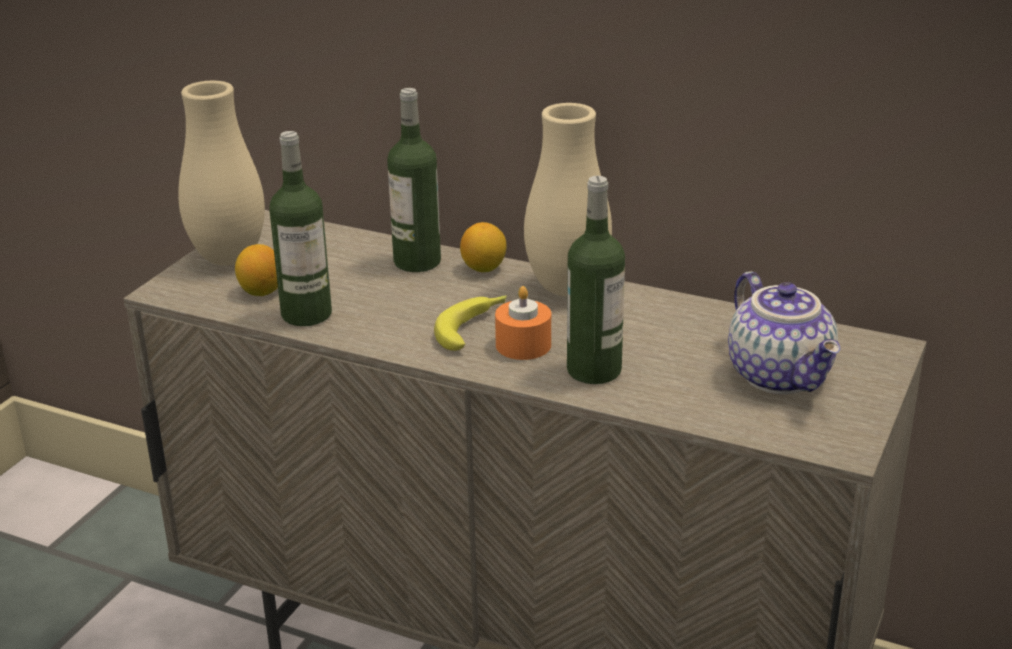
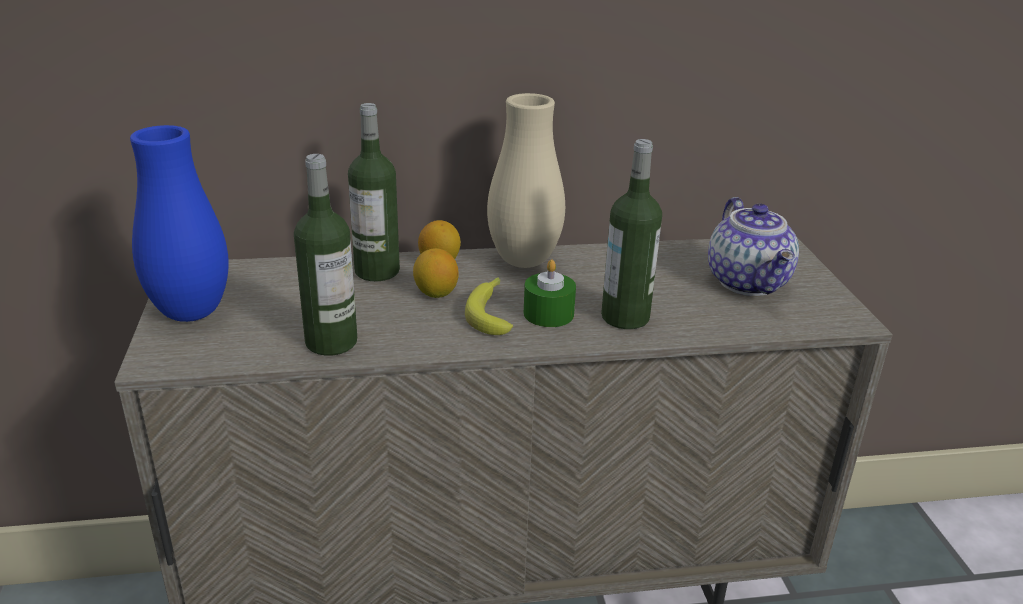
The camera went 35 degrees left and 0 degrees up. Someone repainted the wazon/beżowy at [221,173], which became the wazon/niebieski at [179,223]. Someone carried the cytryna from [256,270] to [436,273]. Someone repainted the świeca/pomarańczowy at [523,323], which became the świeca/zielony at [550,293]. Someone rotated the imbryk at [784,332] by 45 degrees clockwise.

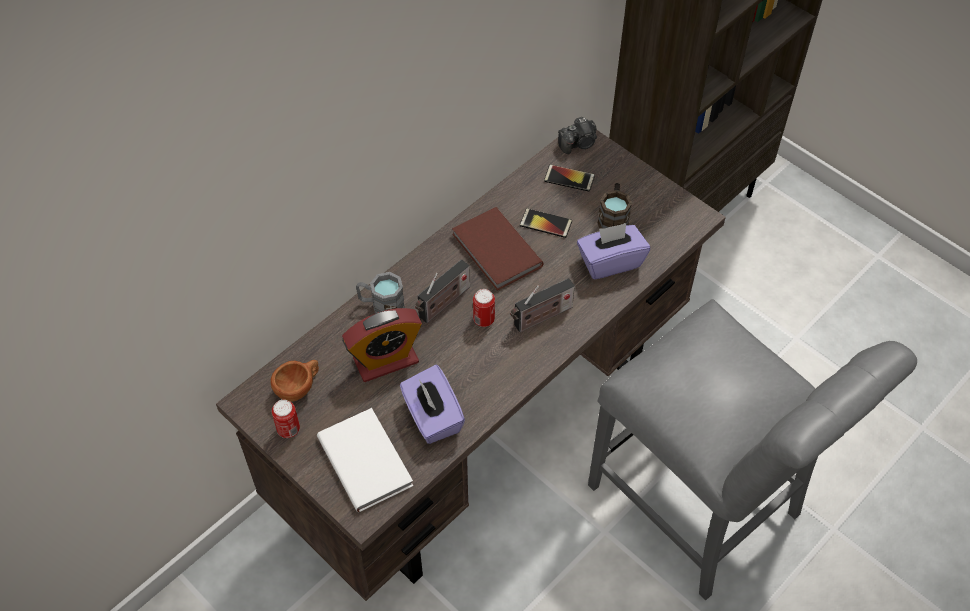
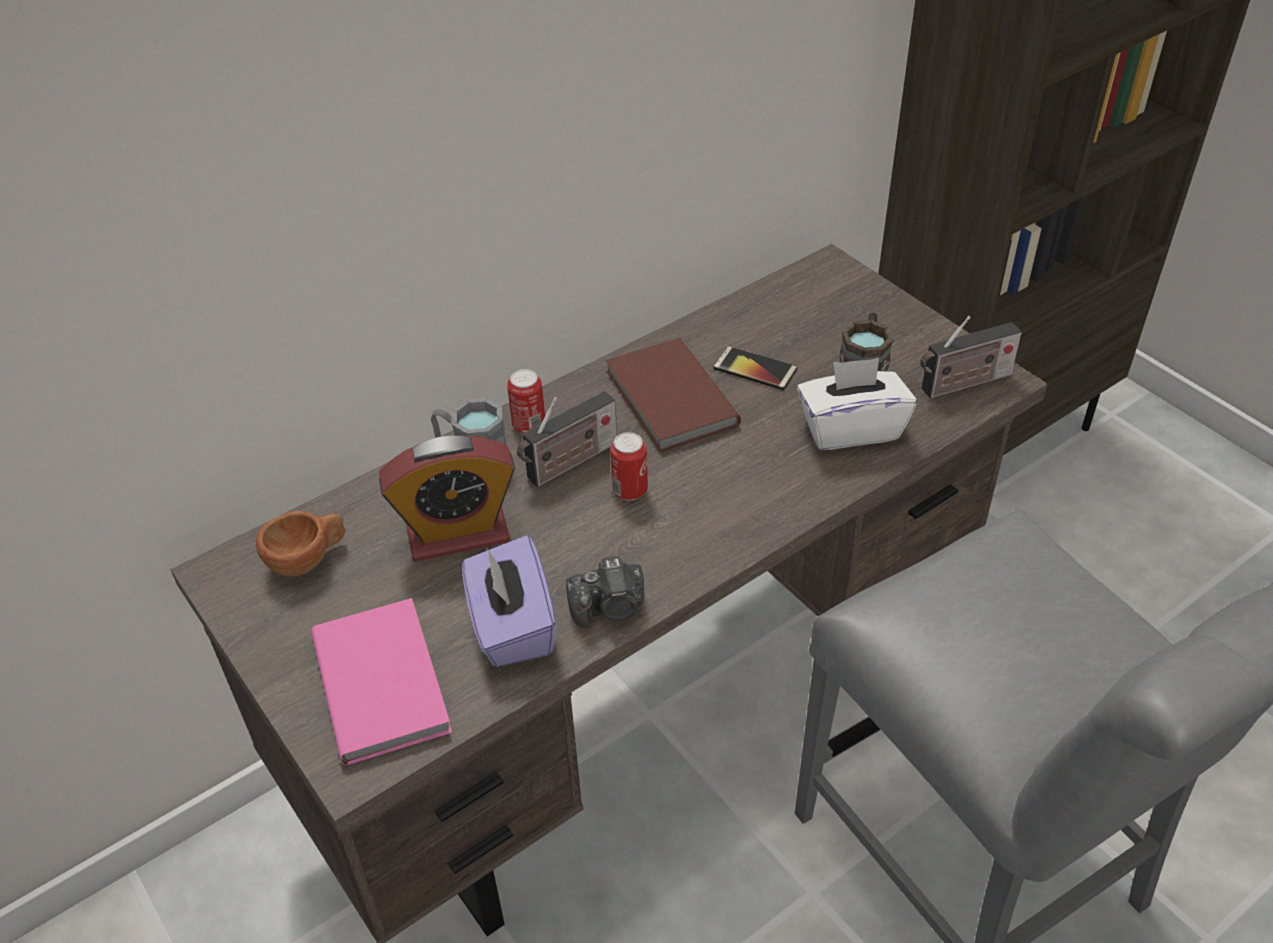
The camera went 10 degrees right and 10 degrees down. Someone repainted the książka/biały at [365,460], which became the książka/różowy at [381,681]. Someone carried the puszka from [286,419] to [526,401]. Someone carried the aparat fotograficzny from [577,135] to [605,591]. Someone repainted the pudełko chusteczek/fioletowy at [613,251], which became the pudełko chusteczek/biały at [857,404]. Someone carried the radio from [542,305] to [971,357]. Someone took away the telefon at [569,178].

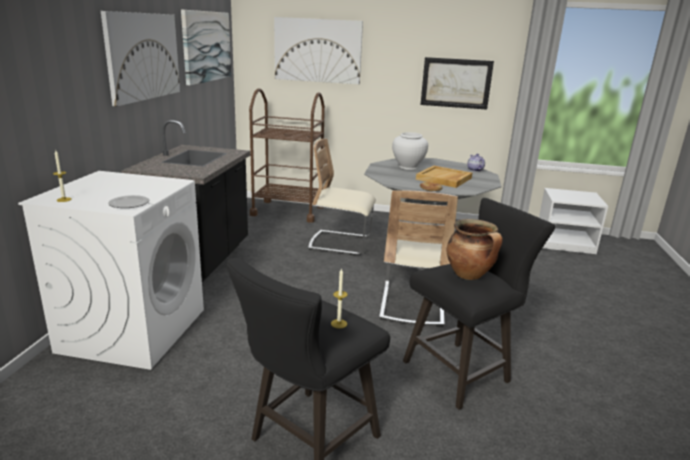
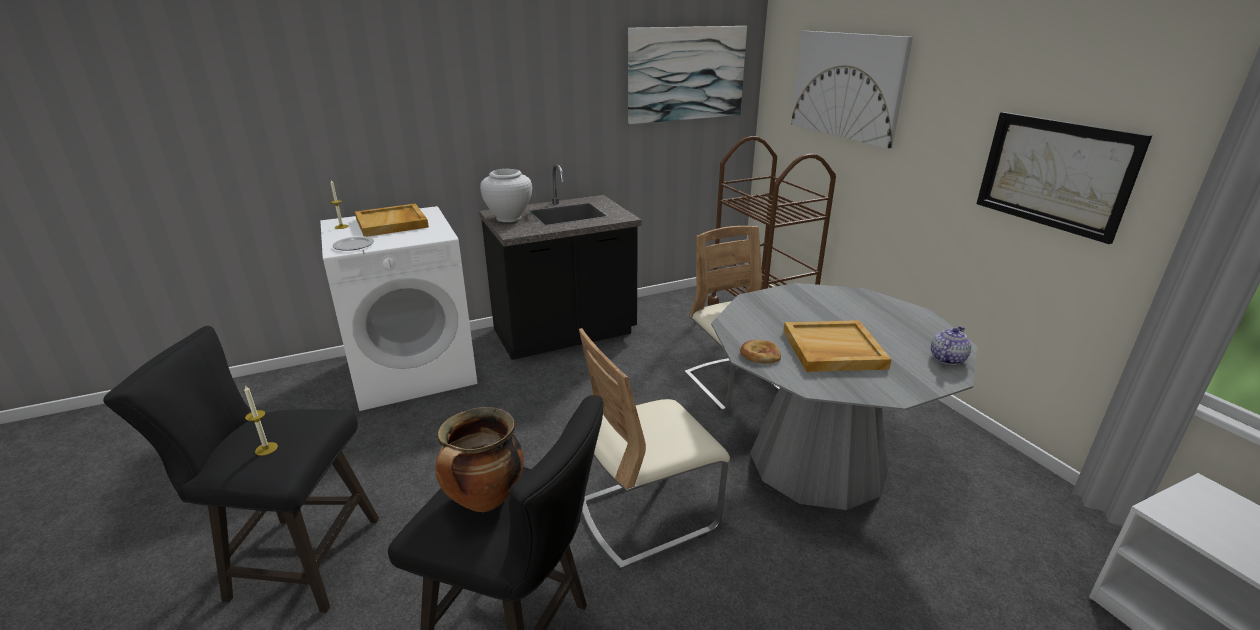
The camera went 55 degrees right and 5 degrees up. Someone put down the taca/beżowy at [392,220]. Someone carried the wazon/biały from [410,151] to [506,195]. Someone took away the obraz at [140,58].

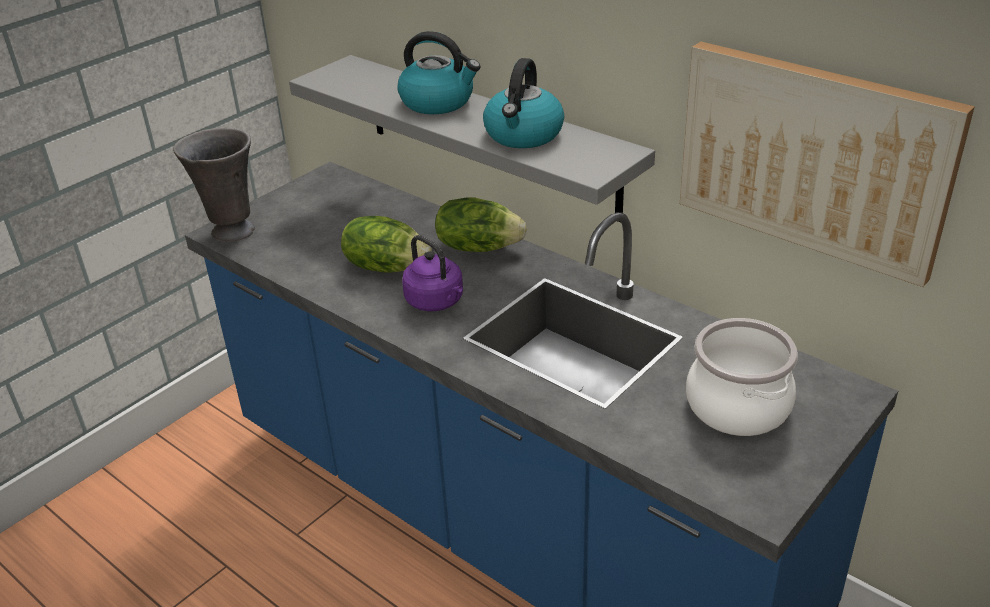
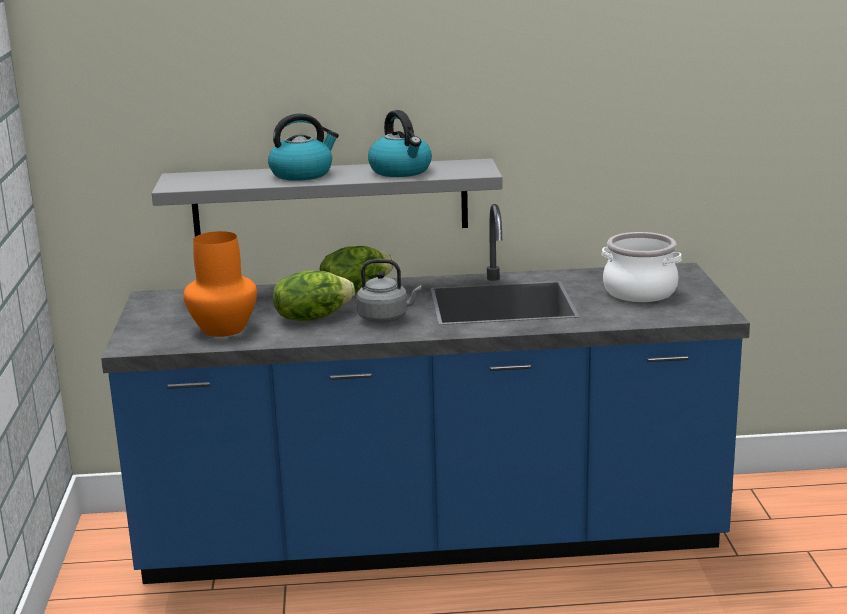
The camera went 45 degrees left and 15 degrees down. Someone put down the wazon/pomarańczowy at [220,284]. Someone repainted the czajnik/fioletowy at [432,273], which became the czajnik/szary at [388,291]. Someone took away the wazon/szary at [214,185]. Someone took away the obraz at [827,164].

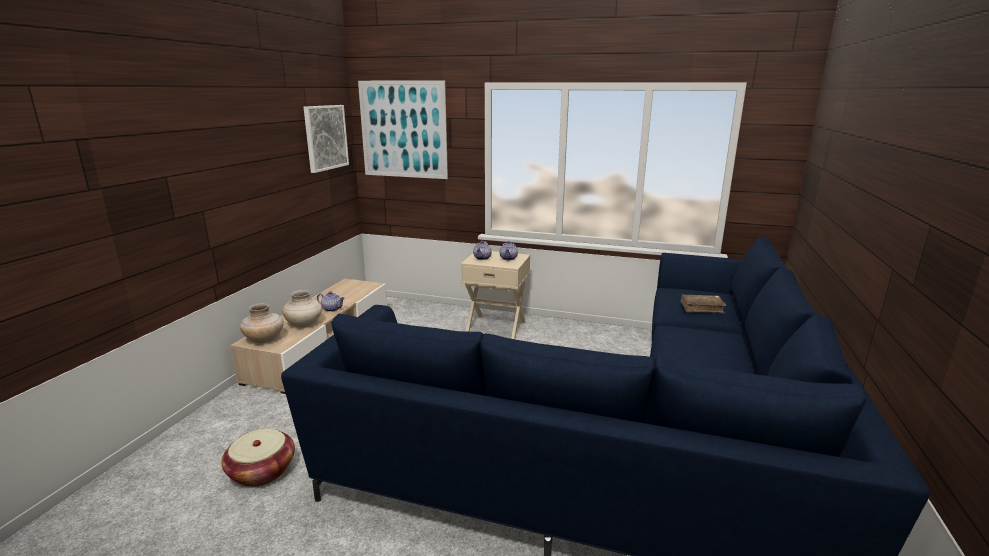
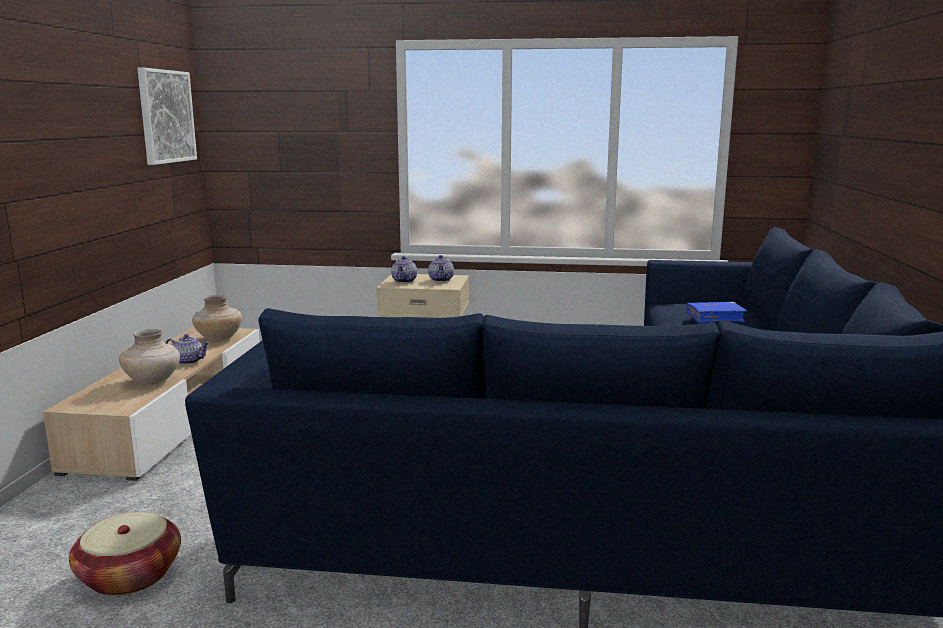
The camera went 10 degrees left and 5 degrees down. Someone carried the wazon/beżowy from [262,323] to [217,317]. Someone repainted the książka/brązowy at [704,304], which became the książka/niebieski at [716,312]. Someone took away the obraz at [403,130].

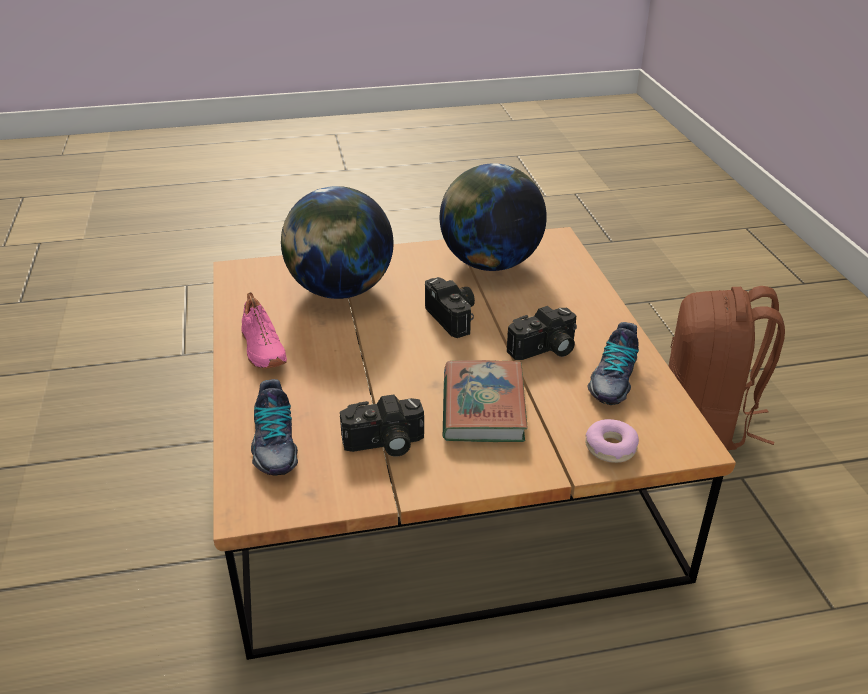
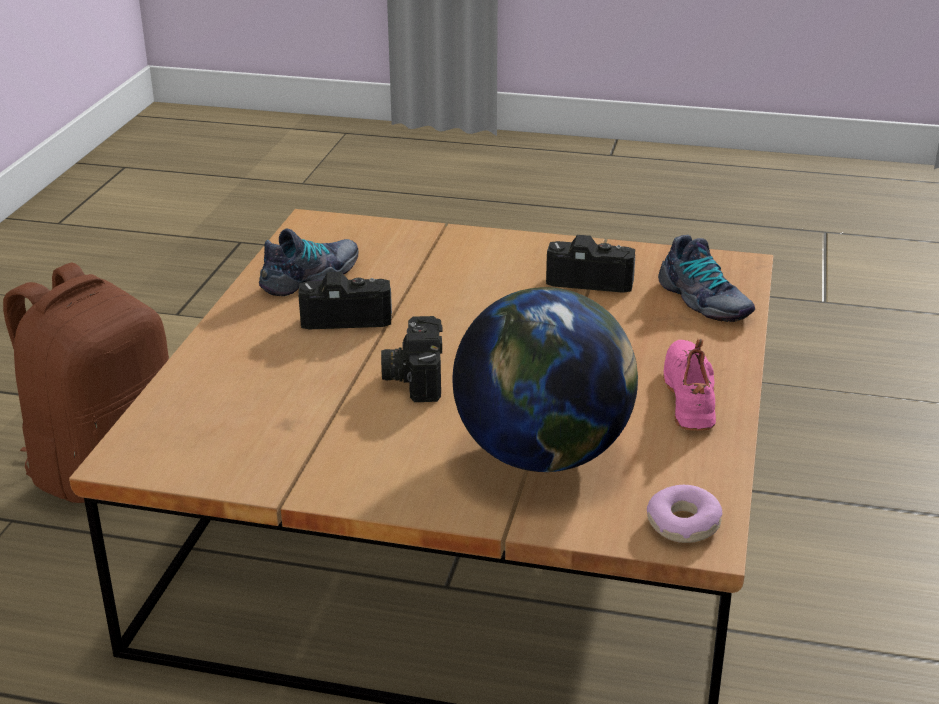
The camera went 155 degrees left and 5 degrees down. Someone carried the donut from [612,441] to [684,514]. Someone rotated the but at [274,427] by 135 degrees clockwise. Someone took away the globus at [493,217]. Someone took away the książka at [485,401].

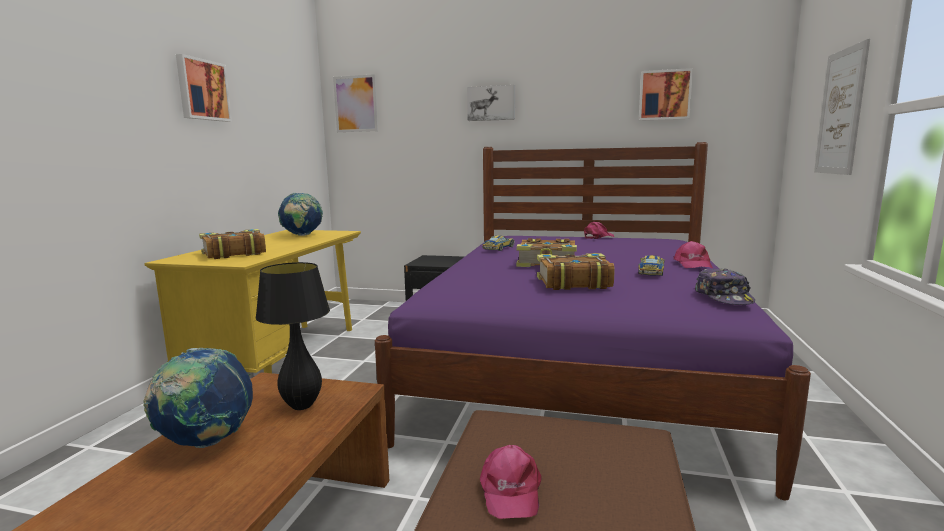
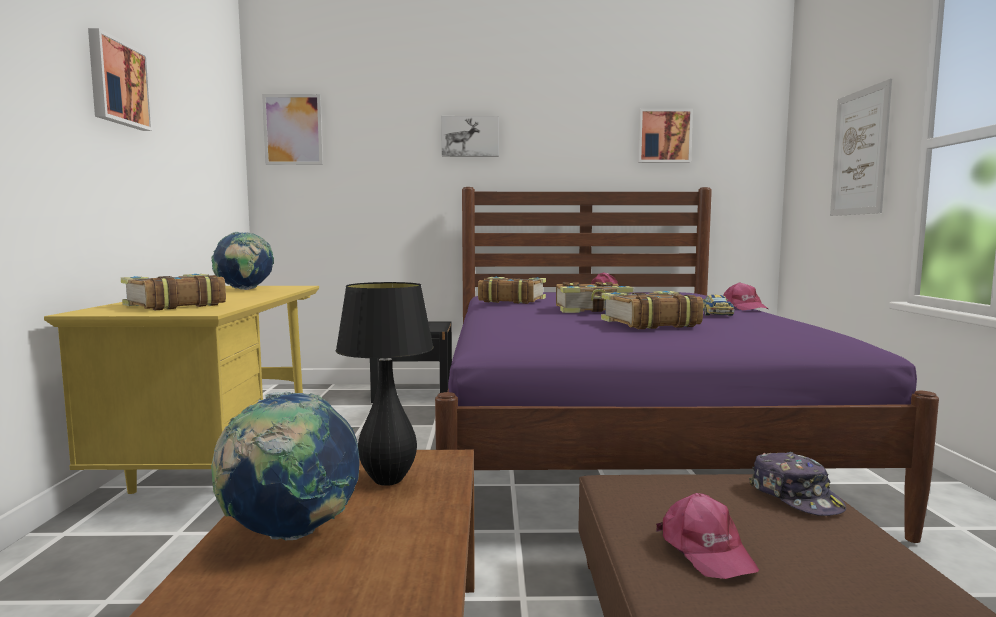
The camera went 15 degrees left and 5 degrees down. Someone swapped the samochodzik at [498,243] for the książka at [512,290]. Someone carried the czapka z daszkiem from [725,286] to [797,484].

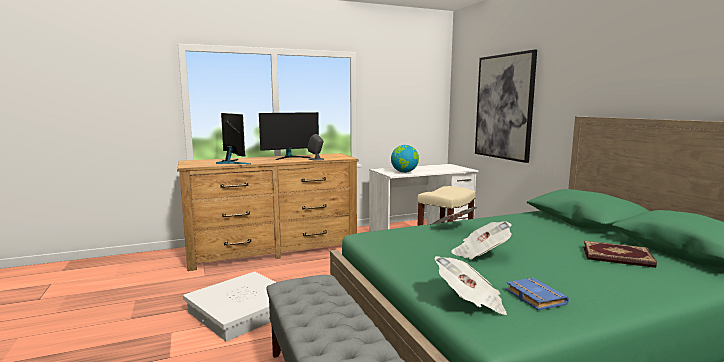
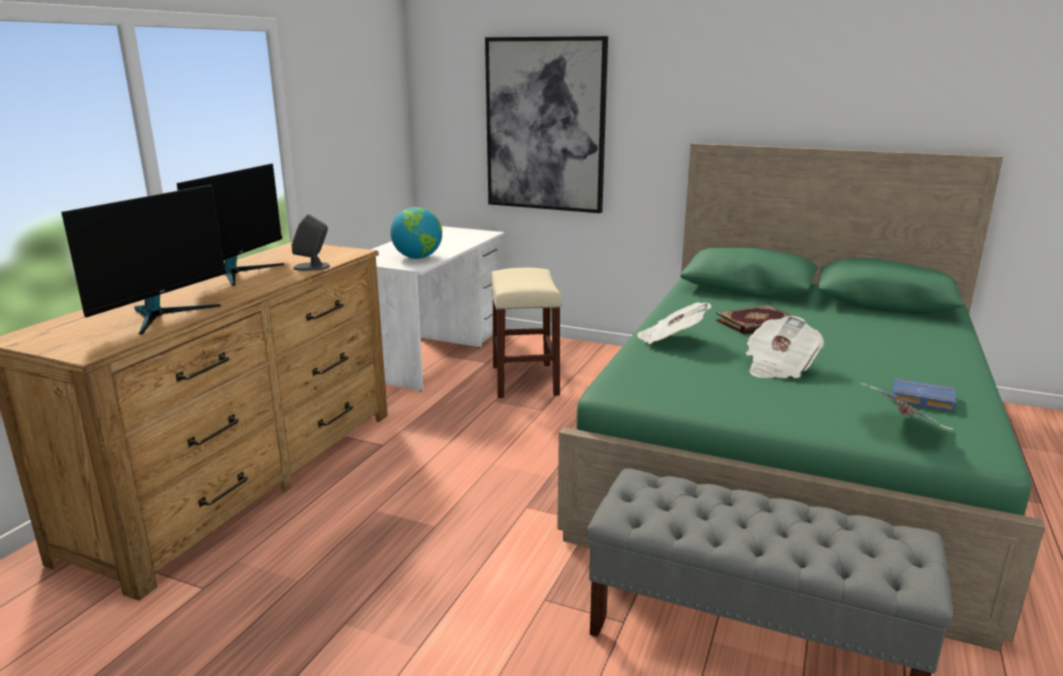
The camera went 45 degrees left and 10 degrees up. Someone rotated the monitor at [233,138] by 105 degrees clockwise. Someone carried the książka from [620,254] to [753,319]. Someone took away the pojemnik do przechowywania/biały at [229,306].

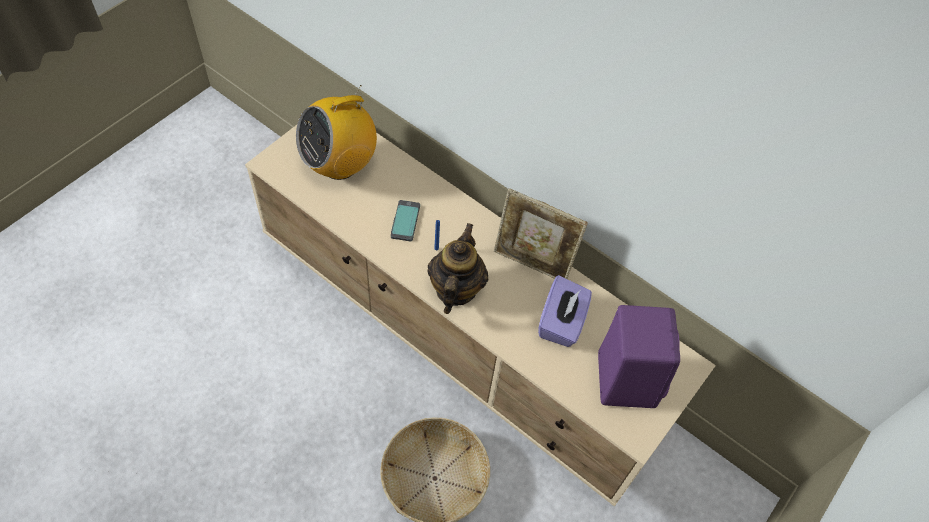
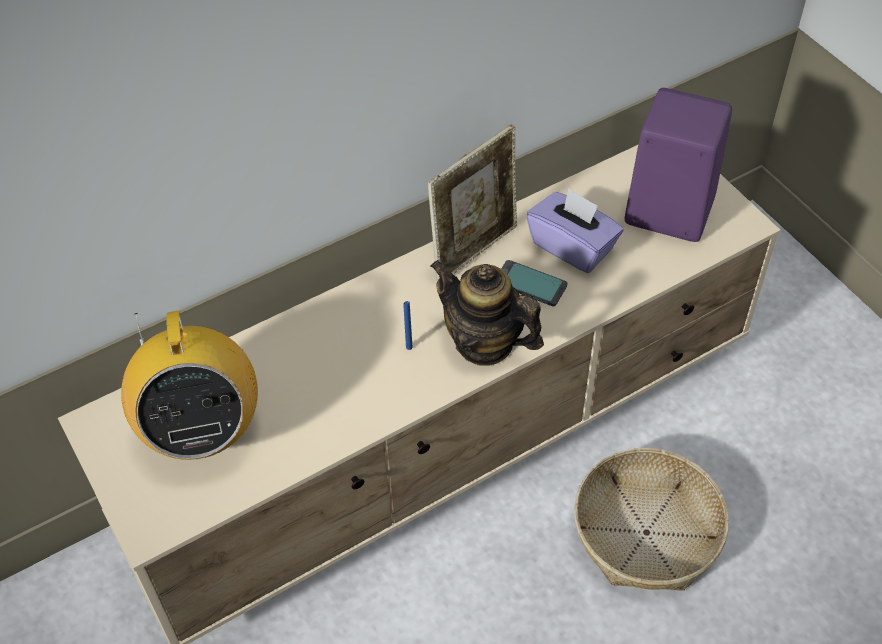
The camera went 65 degrees left and 5 degrees down. Someone carried the telefon from [405,220] to [534,283].

